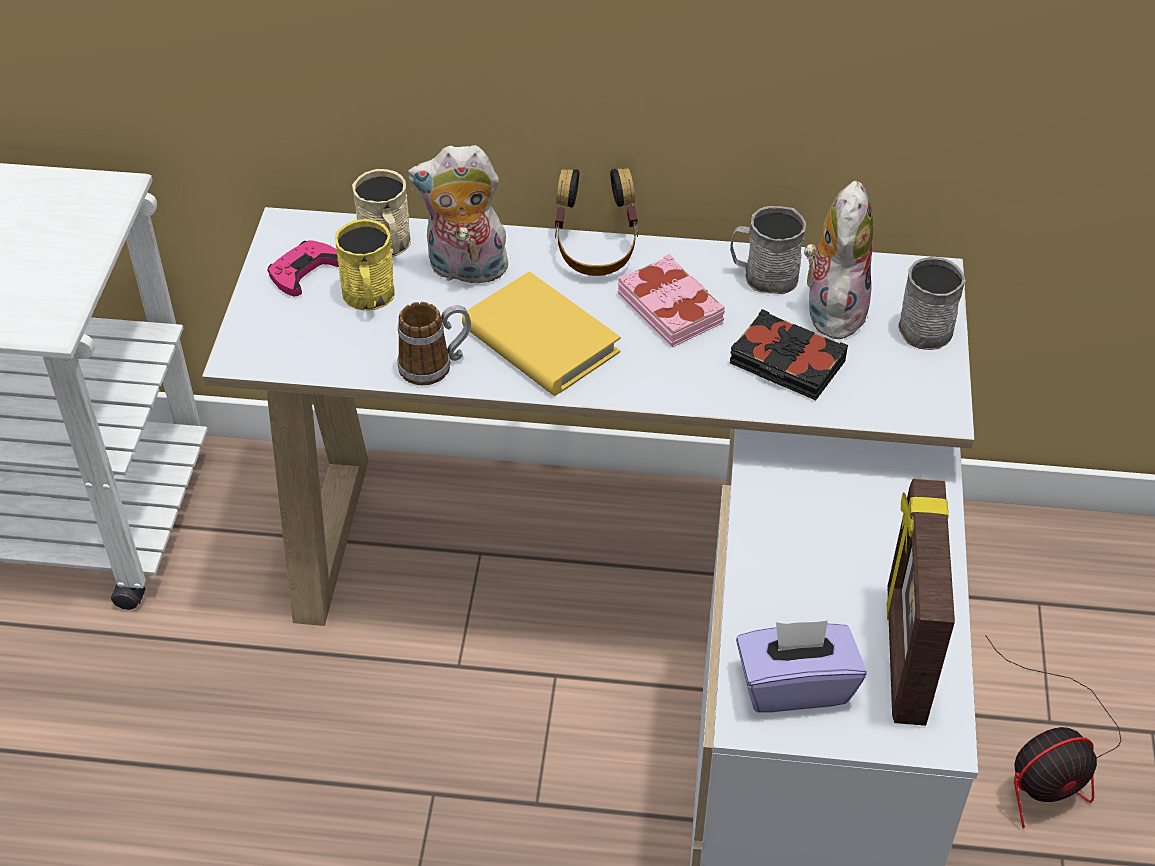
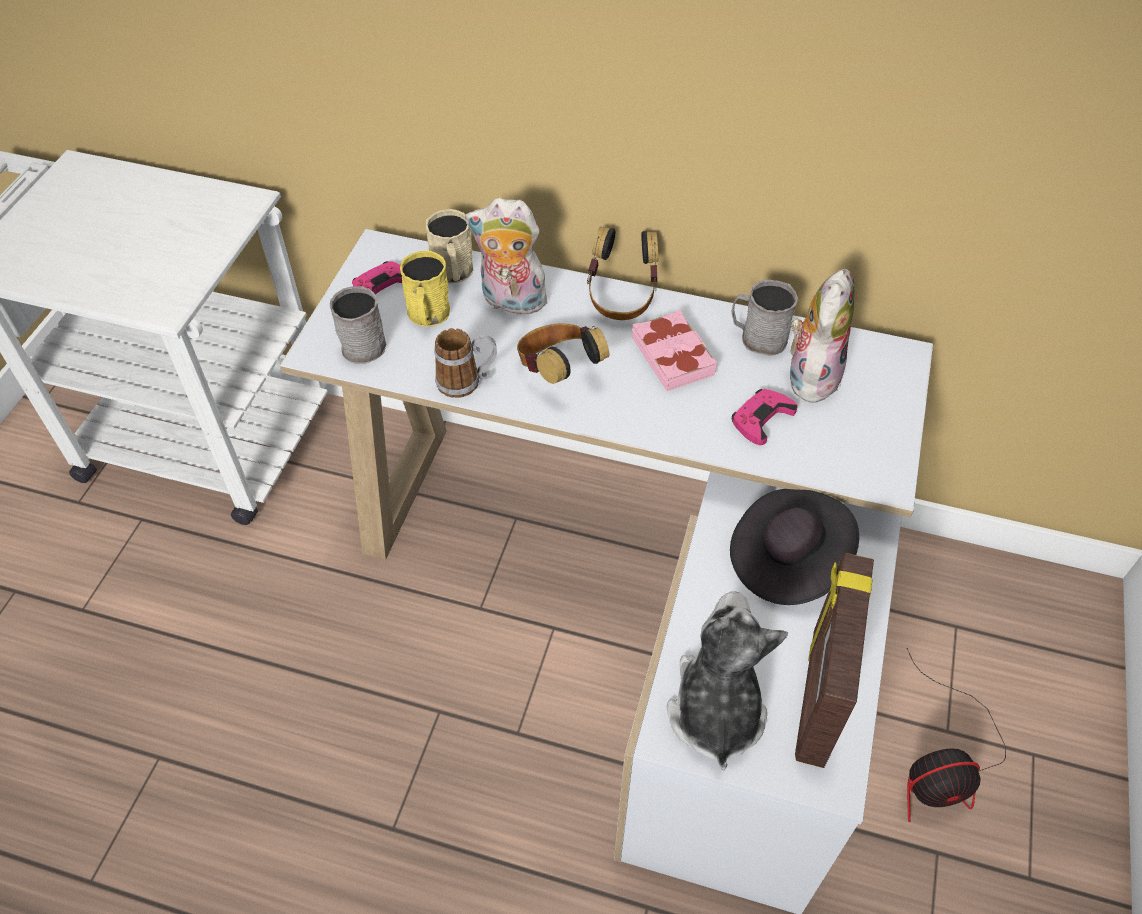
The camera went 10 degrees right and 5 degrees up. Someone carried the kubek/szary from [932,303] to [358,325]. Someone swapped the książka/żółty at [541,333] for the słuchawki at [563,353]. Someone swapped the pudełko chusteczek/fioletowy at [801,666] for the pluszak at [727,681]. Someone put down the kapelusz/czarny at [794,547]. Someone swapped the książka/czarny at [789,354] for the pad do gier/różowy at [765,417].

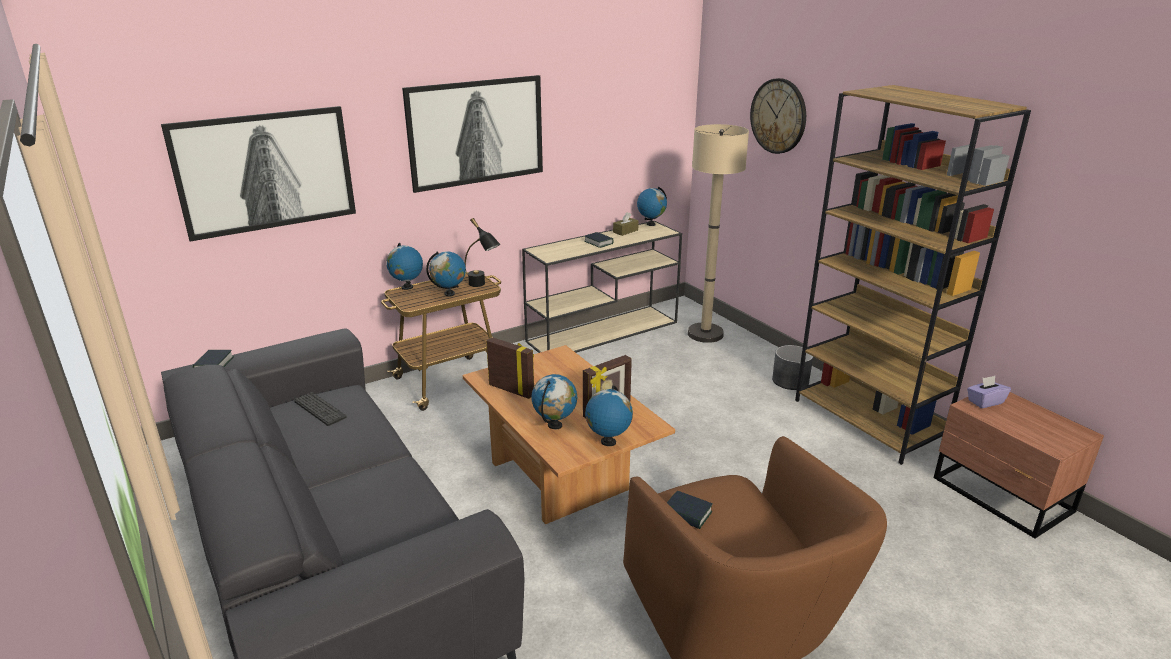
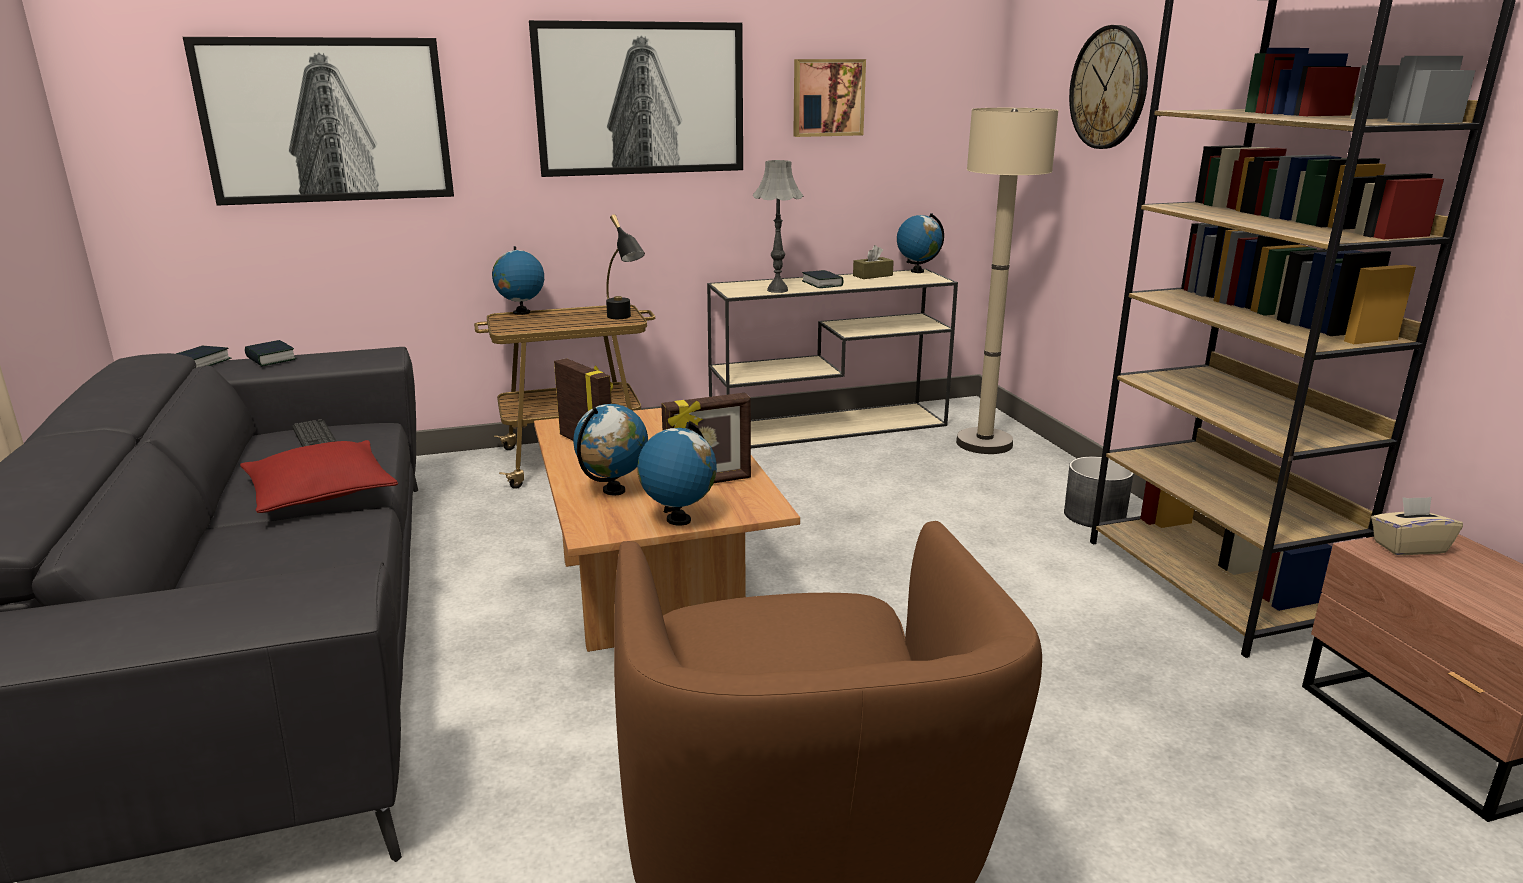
The camera went 15 degrees right and 5 degrees down. Someone put down the poduszka/czerwony at [319,476]. Someone carried the książka from [690,510] to [270,353]. Someone put down the lampa stołowa/szary at [778,226]. Someone put up the obraz at [829,98]. Someone repainted the pudełko chusteczek/fioletowy at [989,392], which became the pudełko chusteczek/beżowy at [1417,526]. Someone took away the globus at [446,274].

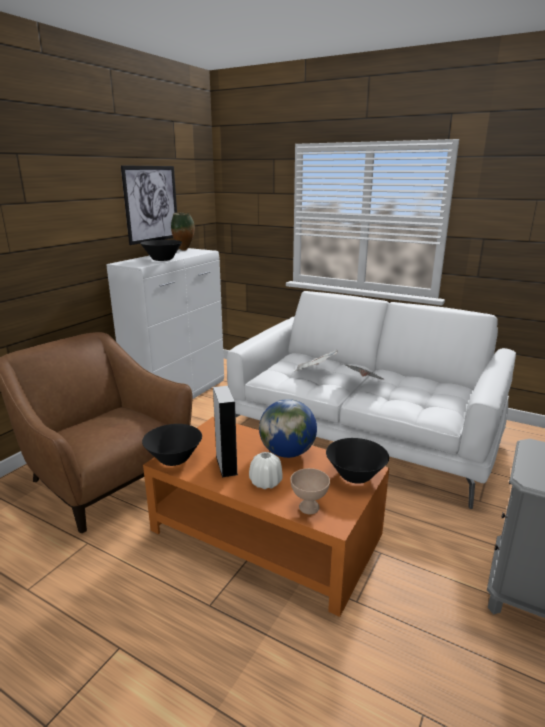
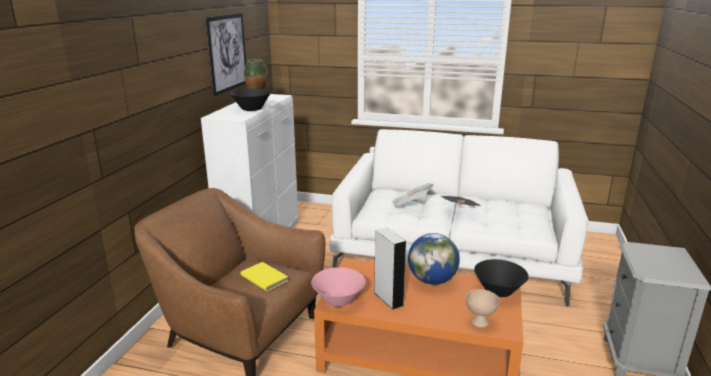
The camera went 15 degrees left and 0 degrees up. Someone put down the książka/żółty at [264,276]. Someone repainted the miska/czarny at [172,445], which became the miska/różowy at [338,287]. Someone took away the wazon/biały at [266,470].

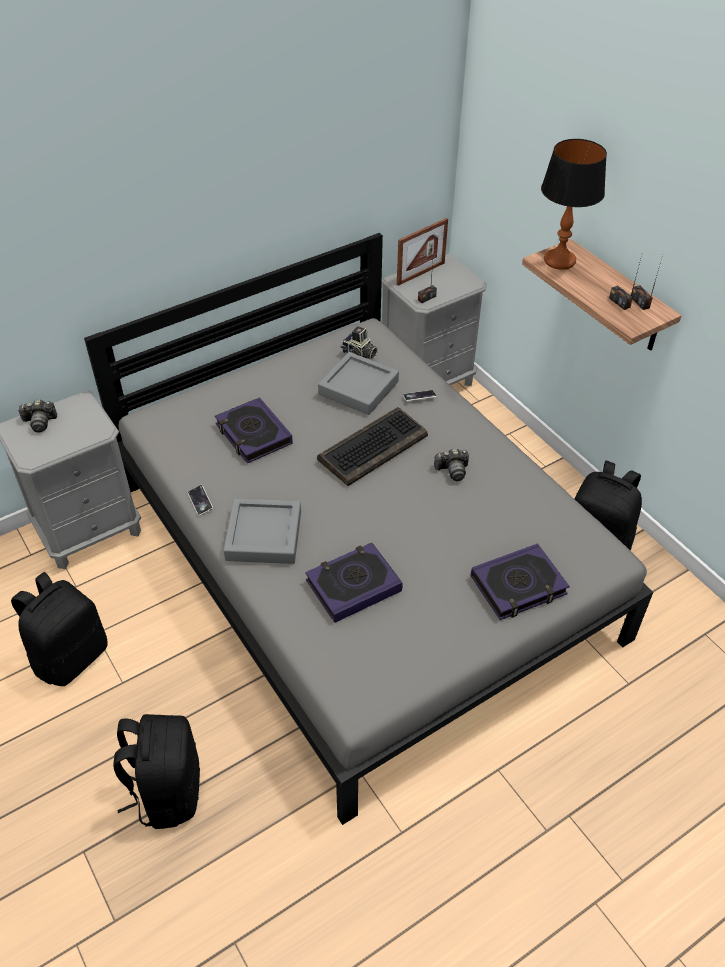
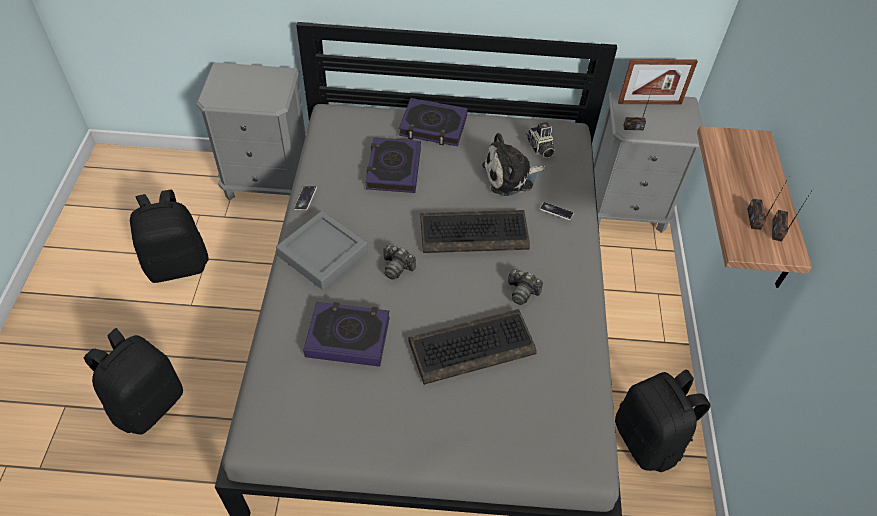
The camera went 35 degrees right and 5 degrees up. Someone carried the aparat fotograficzny from [37,415] to [399,262]. Someone carried the książka from [520,581] to [433,122]. Someone put down the klawiatura at [472,347]. Someone swapped the taca/szary at [358,383] for the pluszak at [514,164]. Someone took away the lampa stołowa at [574,204].

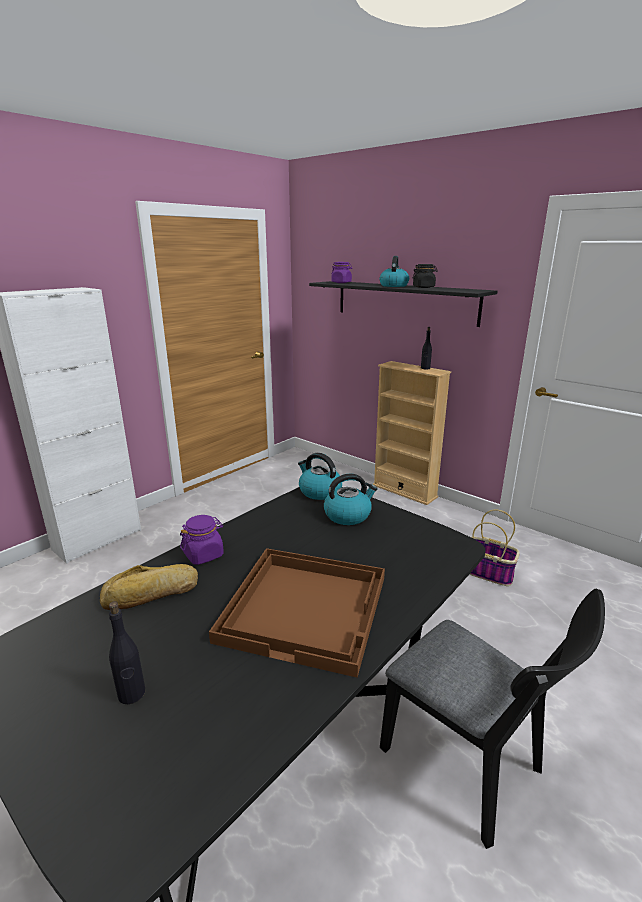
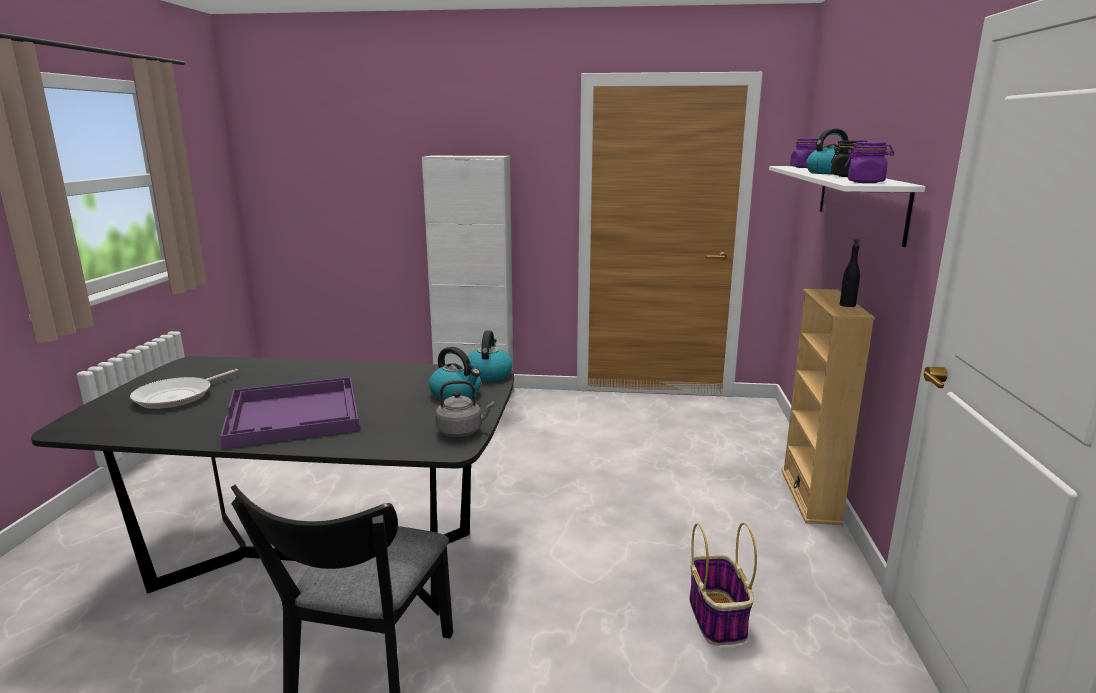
The camera went 55 degrees right and 5 degrees down. Someone swapped the butelka/czarny at [127,652] for the patelnia at [184,389]. Someone repainted the taca/brązowy at [297,613], which became the taca/fioletowy at [289,412]. Someone put down the czajnik/szary at [464,408]. Someone repainted the półka/czarny at [403,304], which became the półka/biały at [847,206]. Someone carried the słoik/fioletowy from [202,540] to [869,162]. Someone took away the chleb at [149,587].

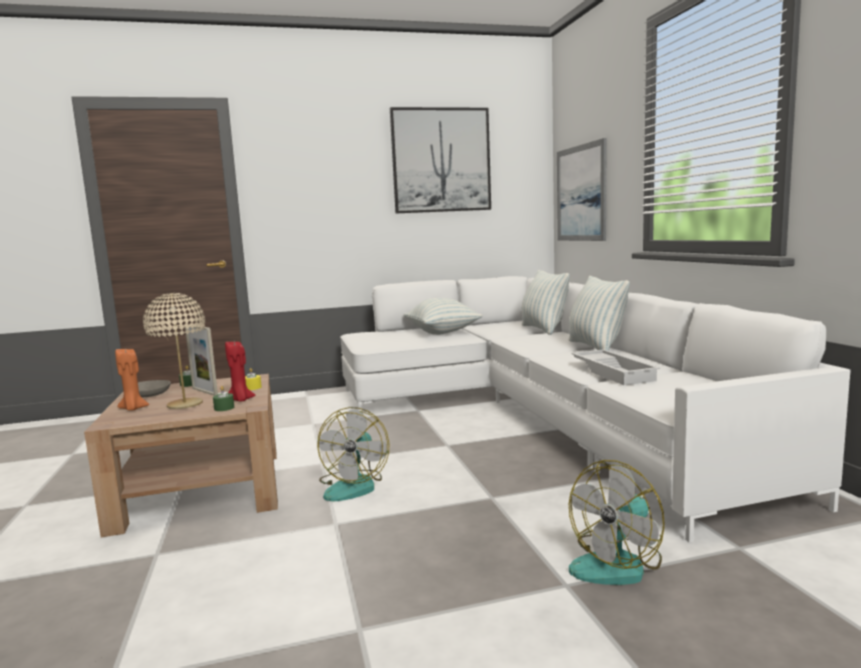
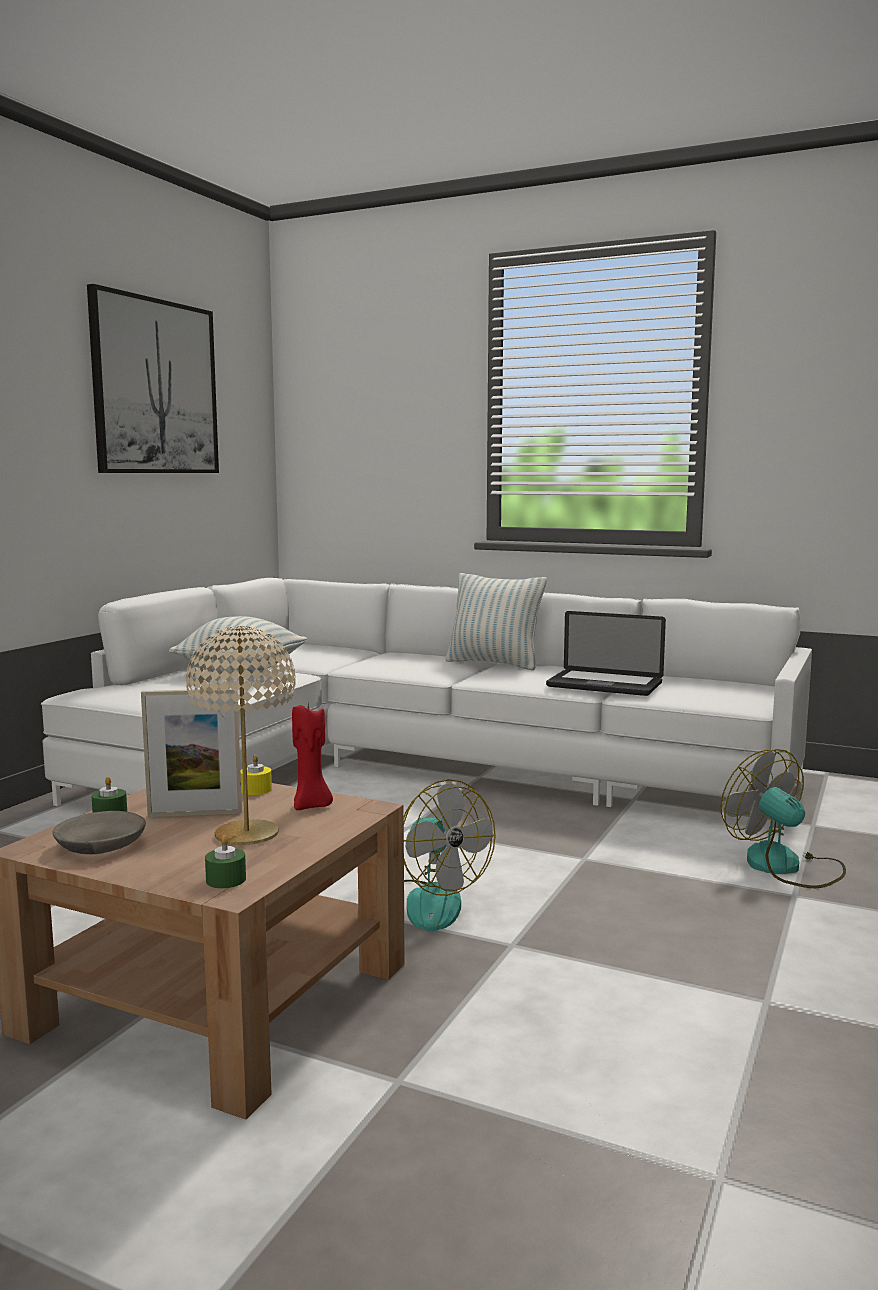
The camera went 50 degrees left and 0 degrees up. Someone carried the świeca/zielony from [223,398] to [225,861]. Someone swapped the taca/biały at [615,367] for the laptop at [606,653]. Someone rotated the wentylator at [617,522] by 150 degrees clockwise. Someone took away the świeca/pomarańczowy at [132,379]. Someone took away the poduszka at [545,302]. Someone took away the obraz at [582,189].

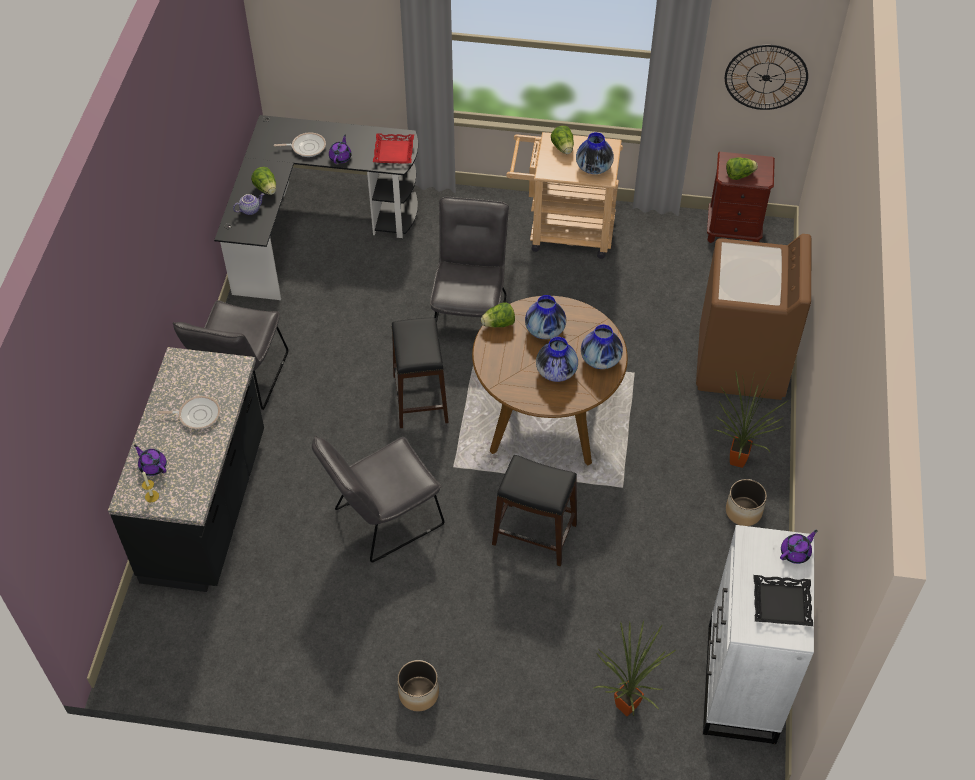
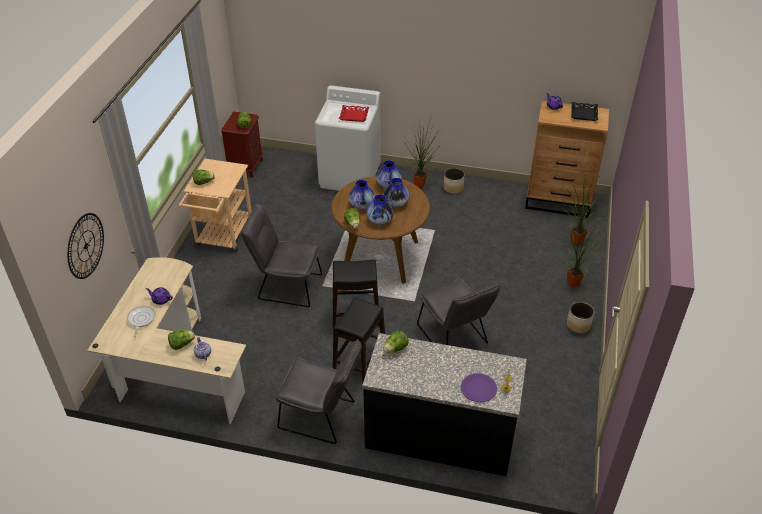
The camera went 85 degrees left and 10 degrees down. Someone carried the zegar ścienny from [766,77] to [85,246]. Someone repainted the biurko/czarny at [316,207], which became the biurko/beżowy at [166,341]. Someone repainted the pralka/brązowy at [754,317], which became the pralka/biały at [348,138]. Someone carried the stołek/czarny from [534,511] to [359,340]. Someone carried the taca/czerwony from [393,148] to [354,113]. Someone carried the wazon from [595,153] to [379,210]. Someone put down the sałata at [396,342]. Someone swapped the imbryk/fioletowy at [150,460] for the talerz/fioletowy at [479,387]. Someone repainted the komoda/biały at [758,634], which became the komoda/brązowy at [567,159]. Someone put down the roślina doniczkowa at [583,249]. Someone took away the patelnia at [188,412].

